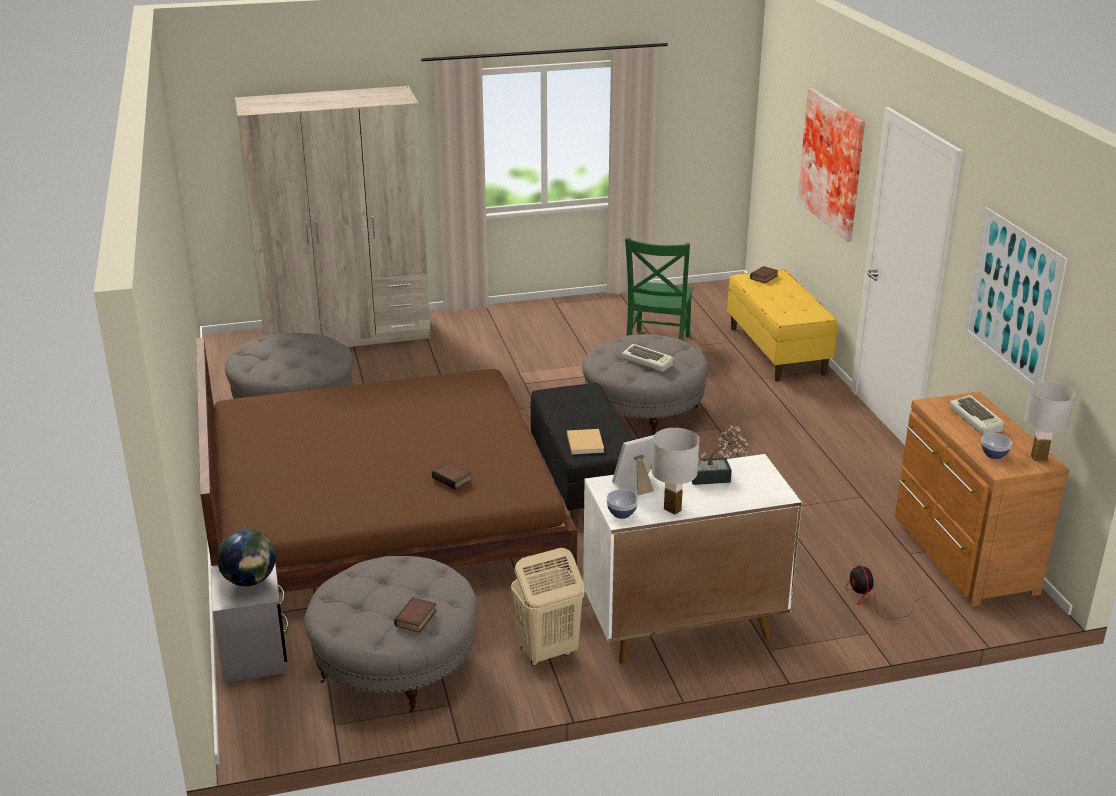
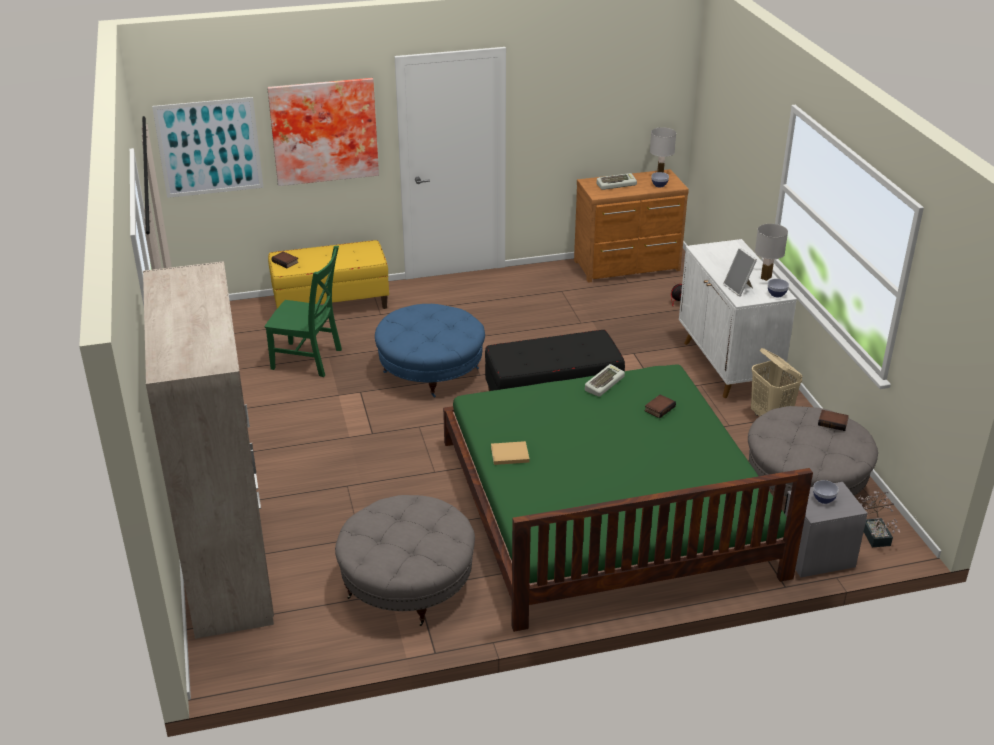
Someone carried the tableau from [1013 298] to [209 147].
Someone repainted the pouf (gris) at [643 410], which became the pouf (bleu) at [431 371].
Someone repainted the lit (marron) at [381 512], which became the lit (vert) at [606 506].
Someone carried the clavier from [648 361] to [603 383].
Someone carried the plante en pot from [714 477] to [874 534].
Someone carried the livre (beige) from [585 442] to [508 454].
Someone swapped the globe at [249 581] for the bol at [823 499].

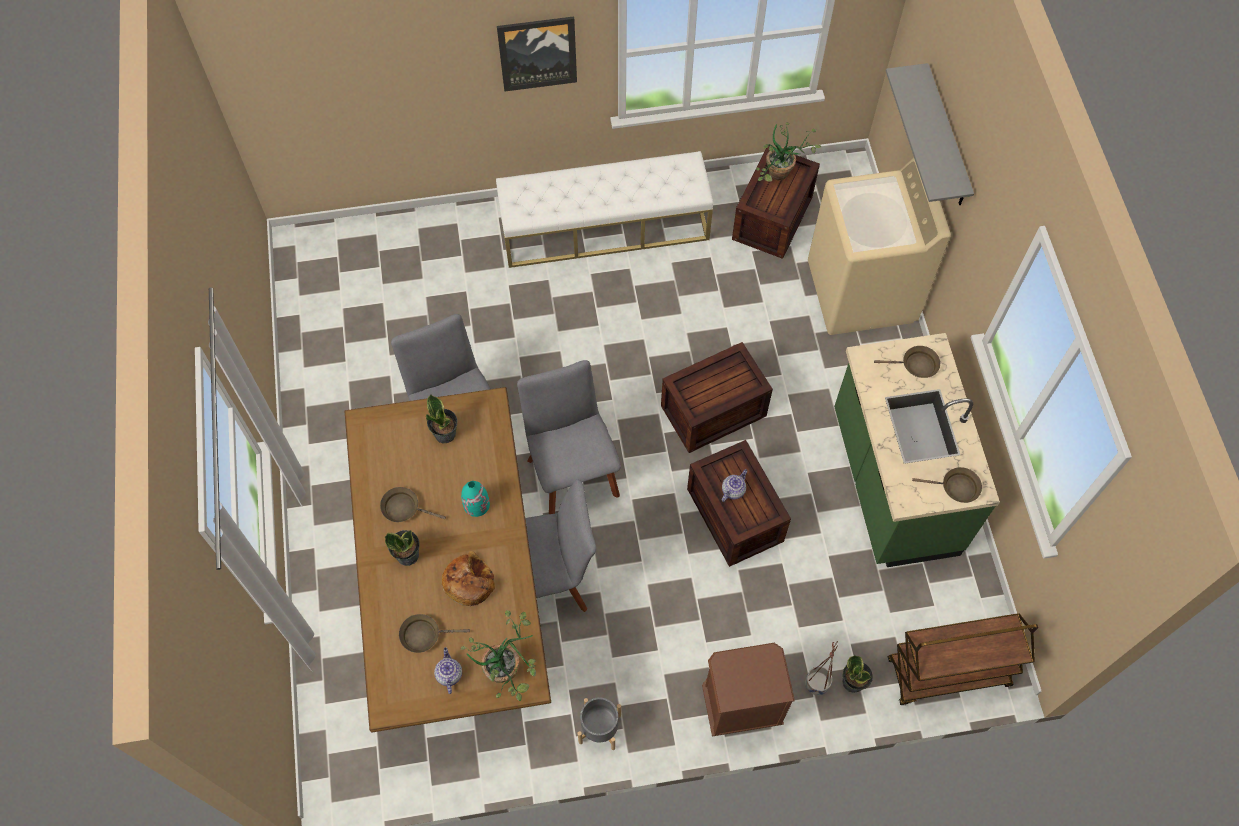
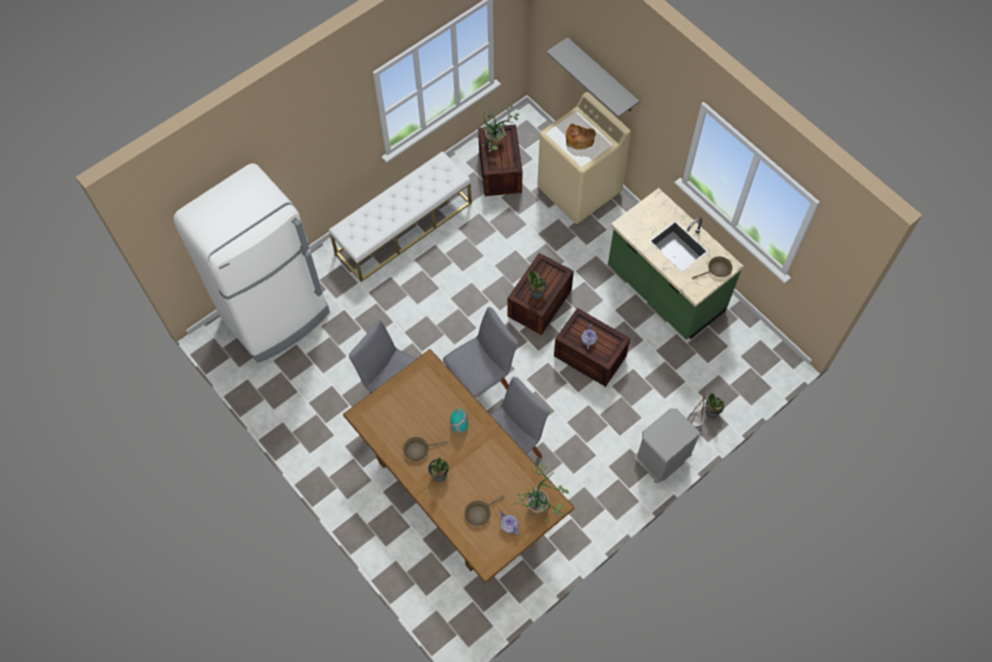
Someone took away the tableau at [537 53].
Someone took away the poêle (marron) at [916 365].
Someone rotated the chaise (gris) at [572 472] by 105 degrees clockwise.
Someone carried the plante en pot from [445 433] to [537 293].
Someone carried the pain from [469 582] to [579 139].
Someone took away the chariot (marron) at [947 673].
Someone repainted the table de chevet (marron) at [740 707], which became the table de chevet (gris) at [661 460].
Someone took away the cache-pot (gris) at [600 728].
Someone put down the réfrigérateur (blanc) at [277 316].

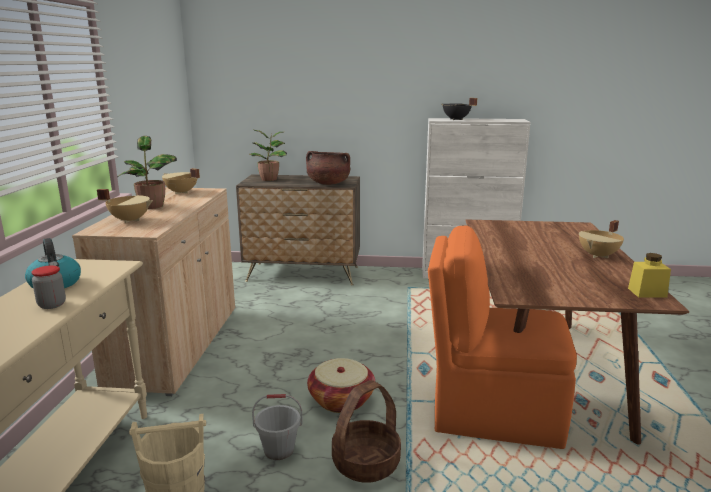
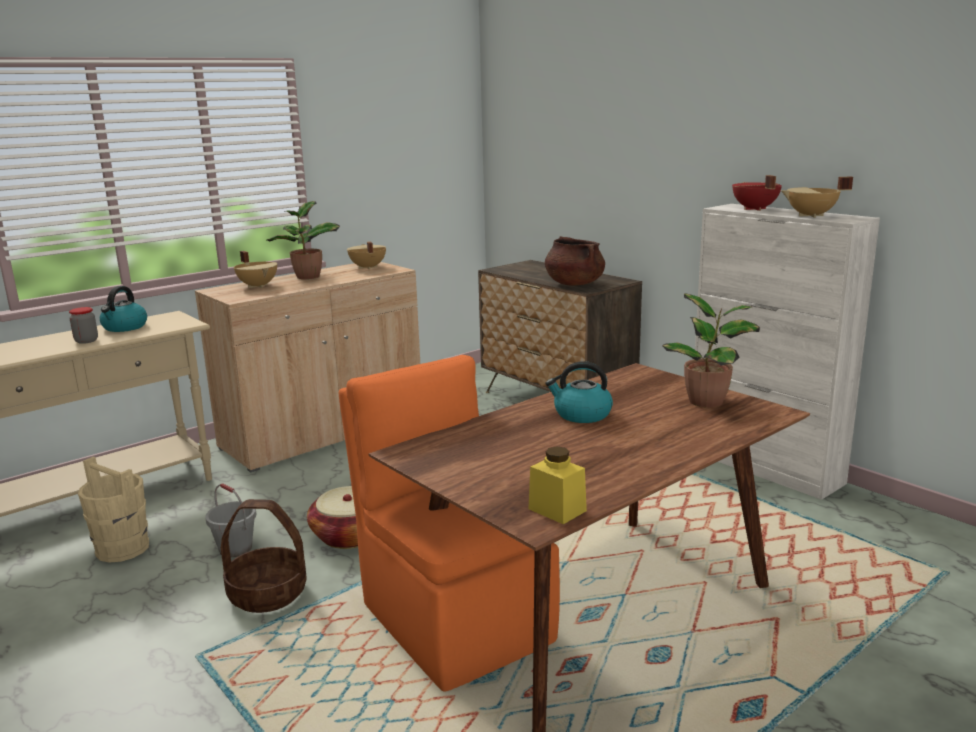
Someone repainted the marmite (noir) at [456 119], which became the marmite (rouge) at [754 209].
Someone carried the plante en pot from [270 179] to [708 401].
Someone carried the marmite (beige) from [599 255] to [811 216].
Someone put down the bouilloire at [581 414].

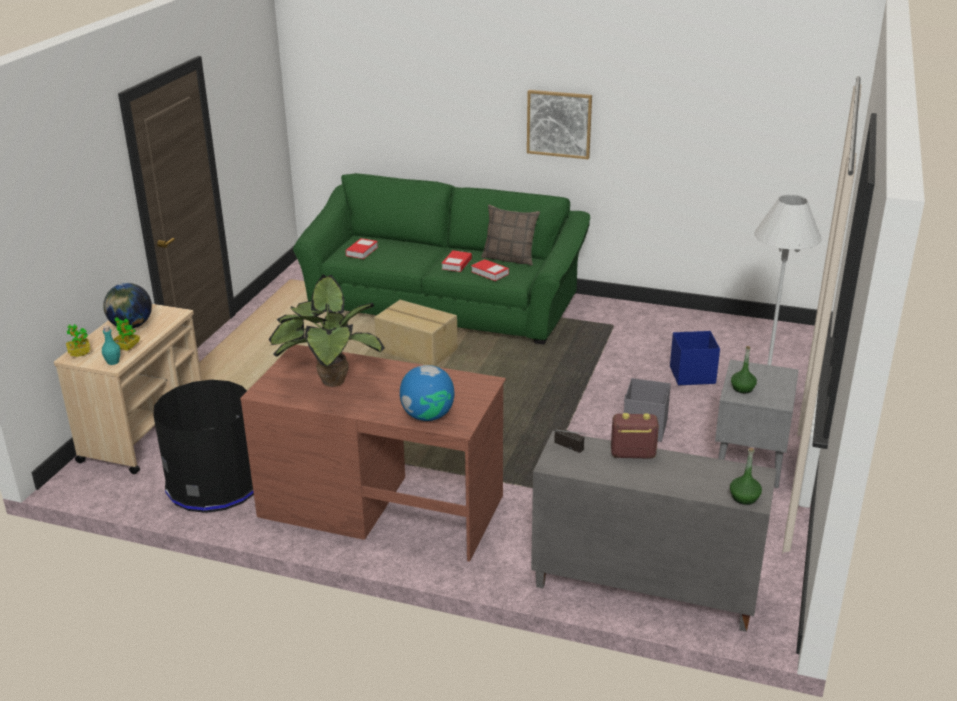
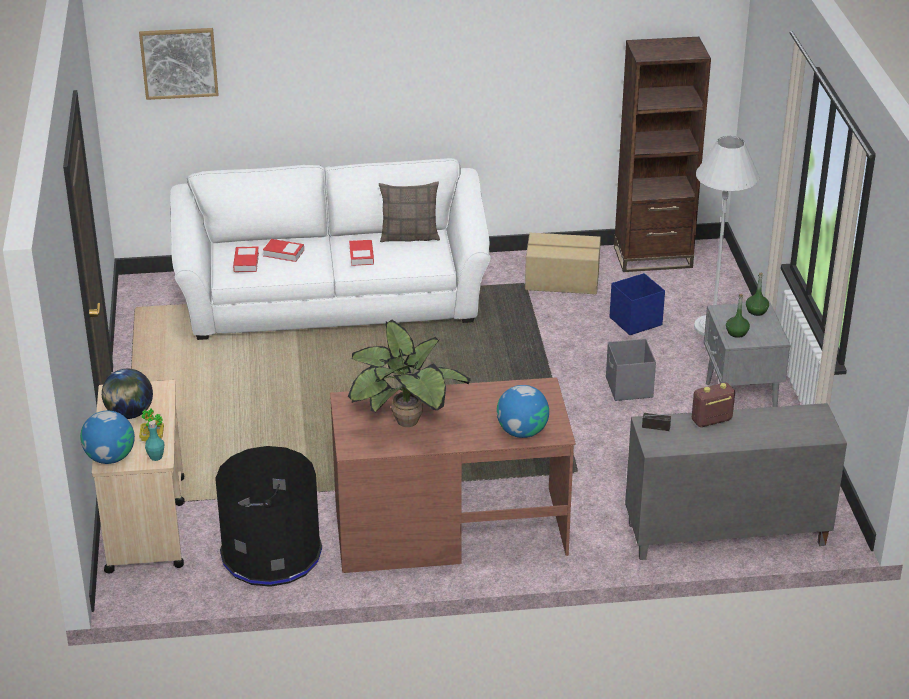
Someone carried the tableau from [559 124] to [179 63].
Someone repainted the canapé (vert) at [443 304], which became the canapé (blanc) at [333 299].
Someone carried the livre from [490 273] to [283 253].
Someone carried the carton from [416 350] to [562 280].
Someone swapped the plante en pot at [79 353] for the globe at [110 457].
Someone carried the bouteille (vert) from [744 498] to [756 311].
Someone put down the bibliothèque (marron) at [653 257].

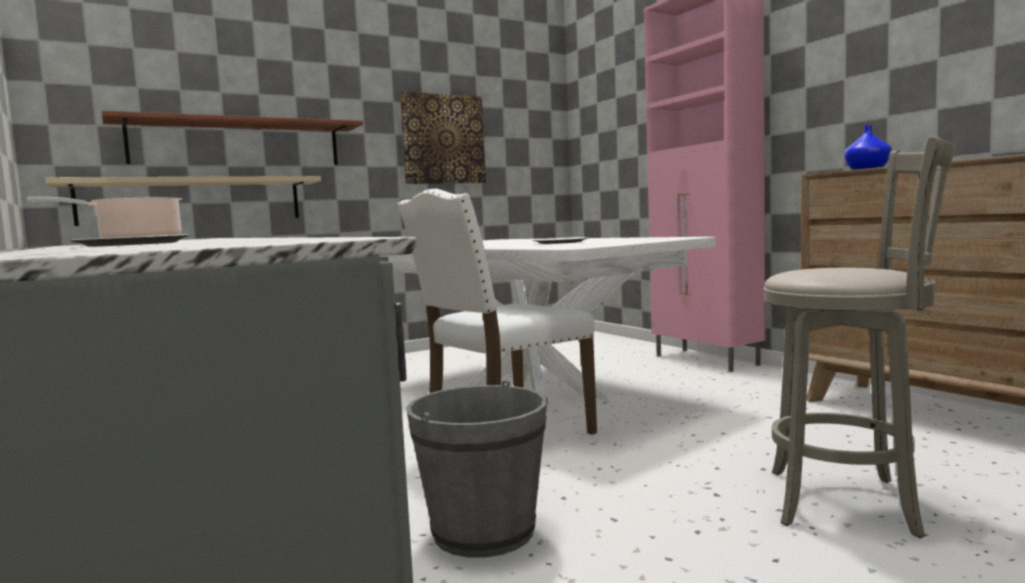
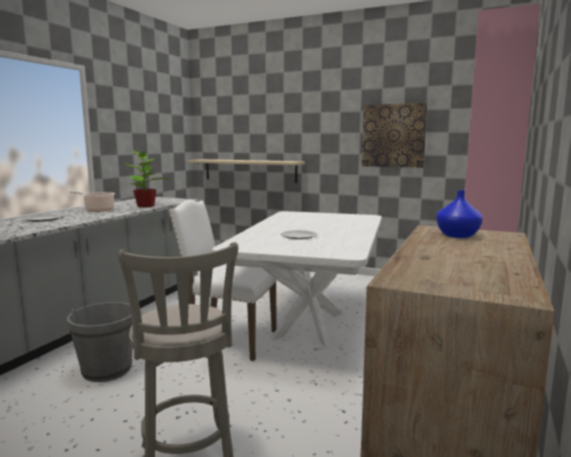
Someone took away the étagère at [238 144].
Someone put down the plante en pot at [146 206].

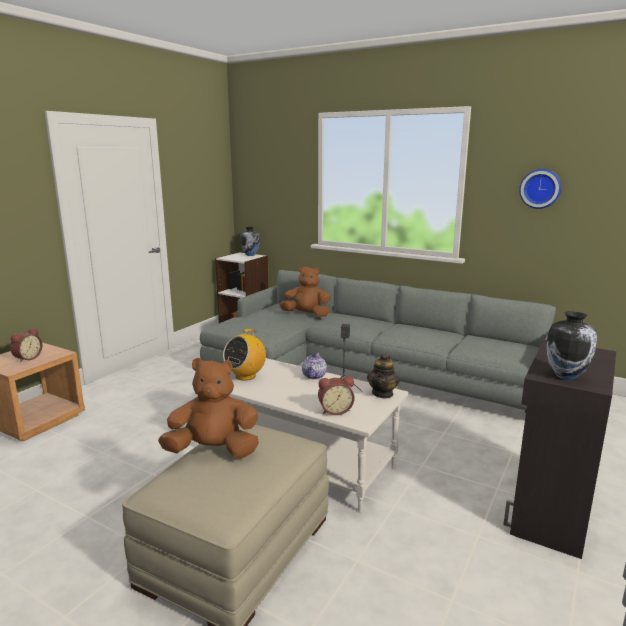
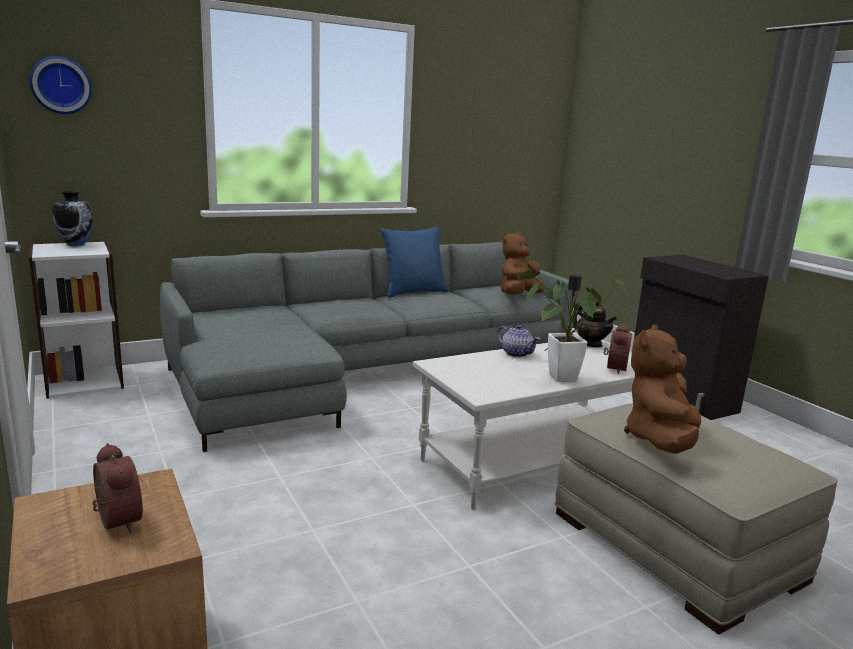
Someone carried the horloge murale from [540 188] to [61 85].
Someone carried the peluche (marron) from [306 315] to [518 295].
Someone took away the vase at [566 375].
Someone took away the radio at [245 376].
Someone put down the coussin (bleu) at [413 292].
Someone put down the plante en pot at [556 378].

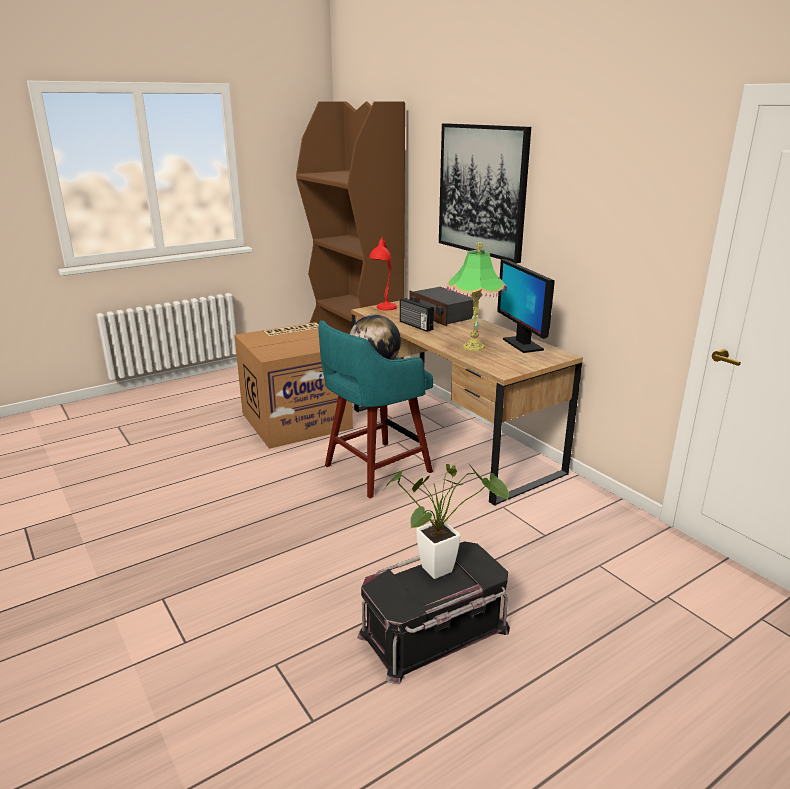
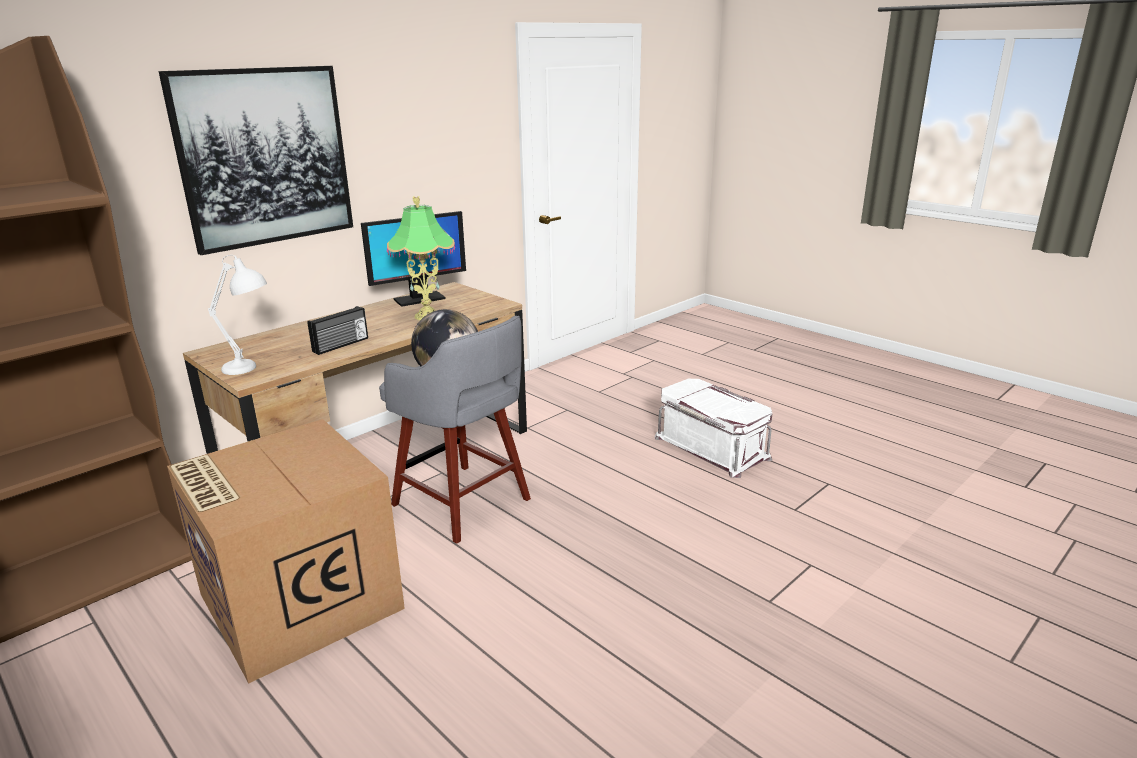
Someone repainted the lampe de table (rouge) at [383 309], which became the lampe de table (blanc) at [251 369].
Someone took away the radio at [441 315].
Someone repainted the tabouret (turquoise) at [375 470], which became the tabouret (gris) at [464 504].
Someone took away the plante en pot at [443 567].
Someone repainted the boîte de rangement (noir) at [435 633], which became the boîte de rangement (blanc) at [712 447].

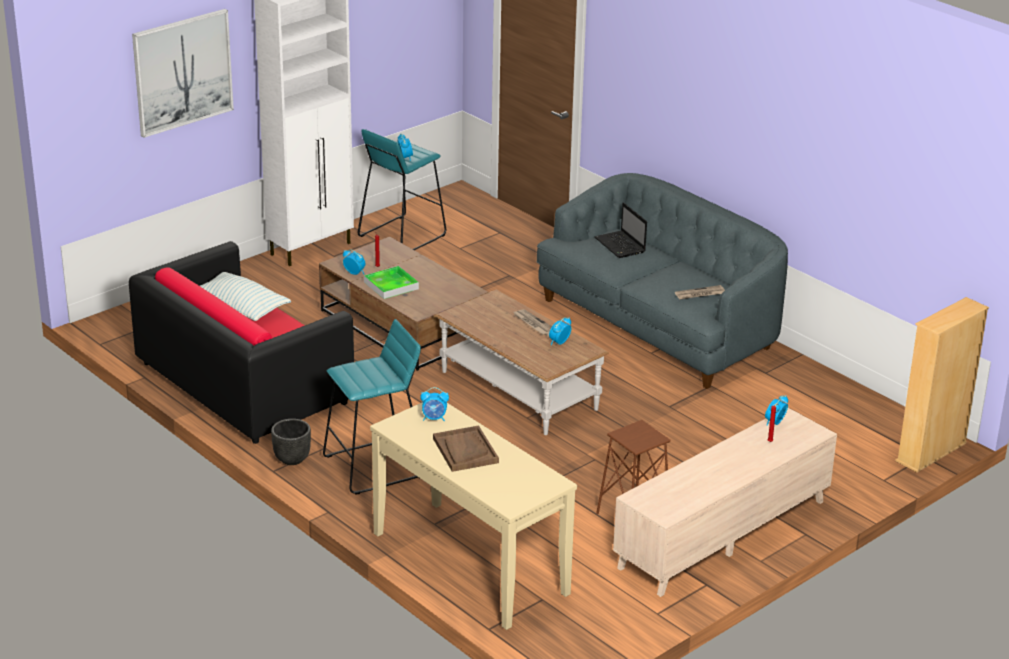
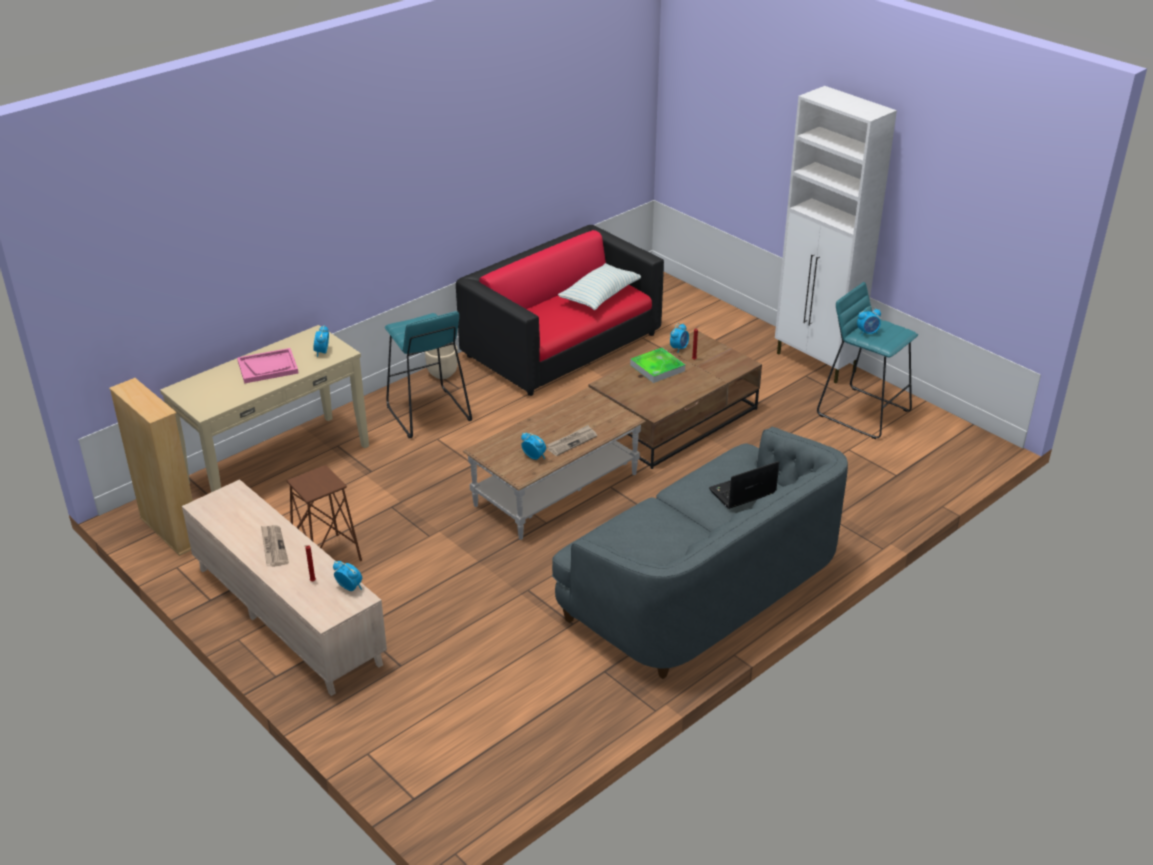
Someone took away the tableau at [182 72].
Someone carried the journal from [700 294] to [273 547].
Someone carried the bibliothèque (beige) from [931 452] to [171 531].
Someone repainted the cache-pot (noir) at [291 459], which became the cache-pot (beige) at [442 374].
Someone repainted the plateau (marron) at [465 450], which became the plateau (rose) at [268 367].

